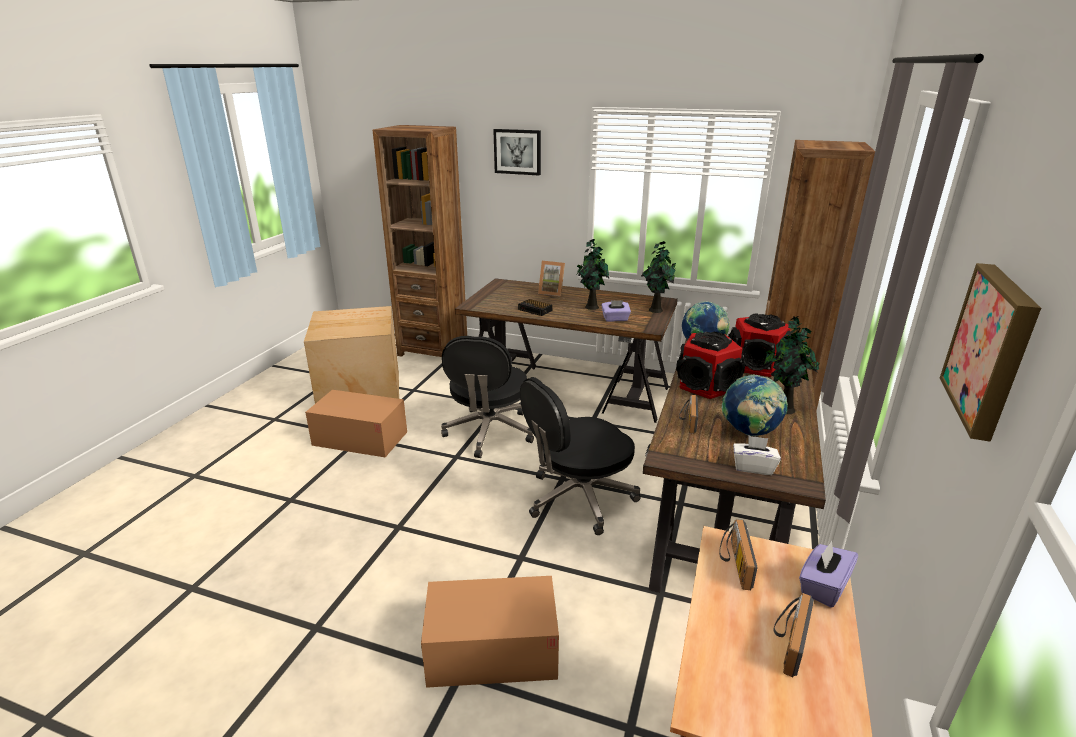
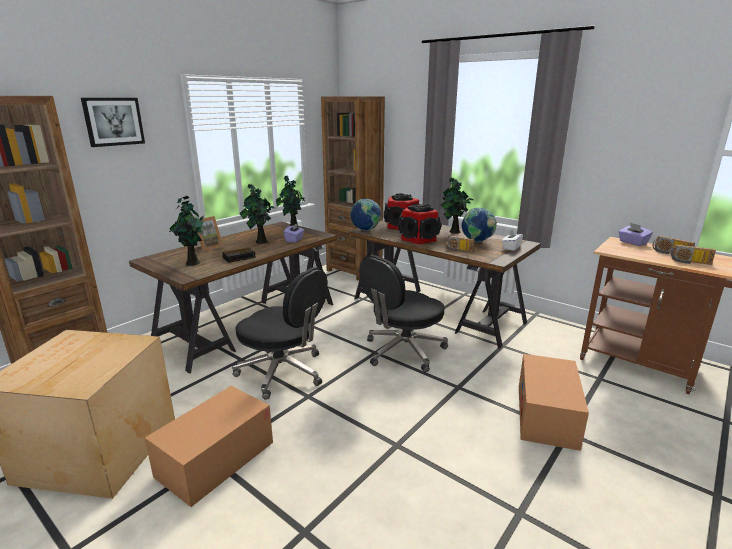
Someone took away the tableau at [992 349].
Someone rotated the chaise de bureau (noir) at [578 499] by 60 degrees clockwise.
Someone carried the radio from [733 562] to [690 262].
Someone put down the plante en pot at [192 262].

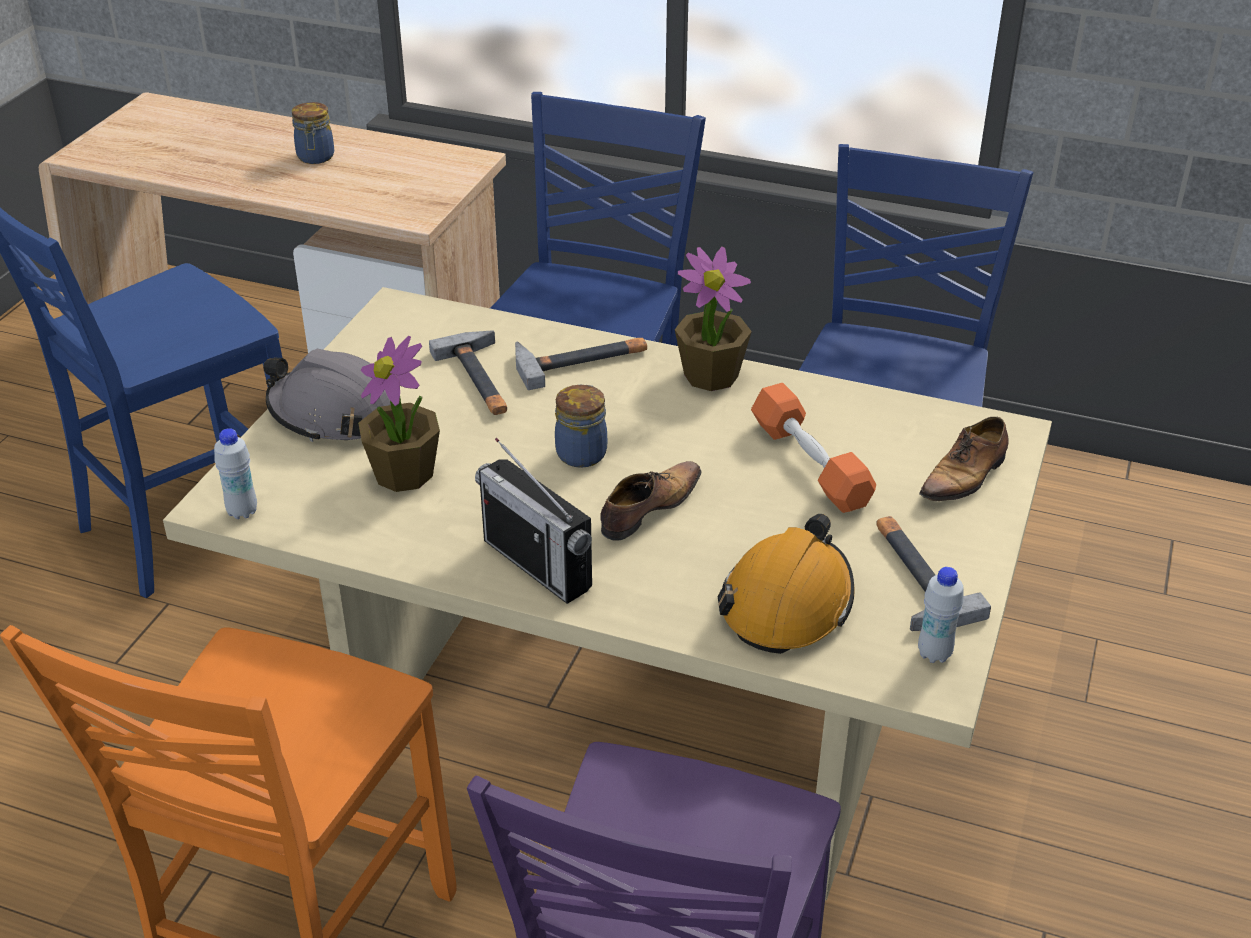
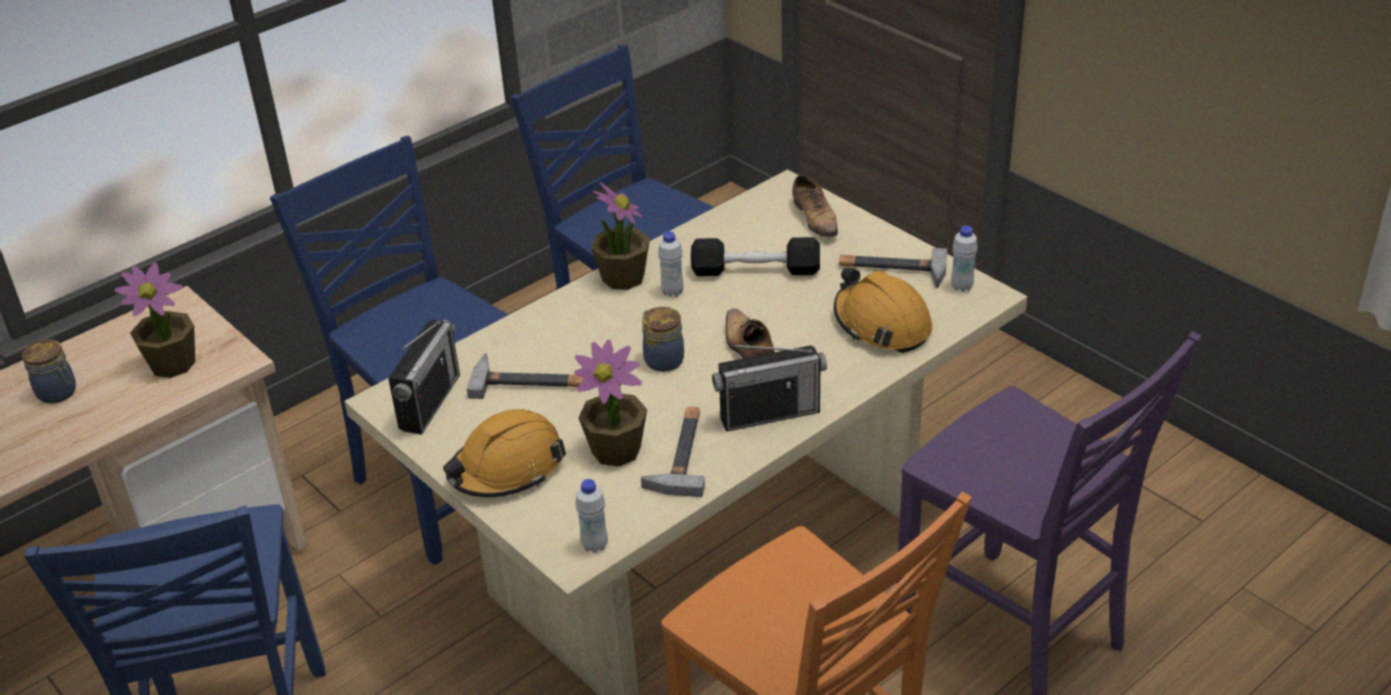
Someone carried the marteau from [581 360] to [680 453].
Someone repainted the casque de chantier (gris) at [334 414], which became the casque de chantier (orange) at [507 468].
Someone repainted the haltère (orange) at [810 464], which became the haltère (noir) at [755 270].
Someone put down the bouteille (blanc) at [672 292].
Someone put down the plante en pot at [173 364].
Someone put down the radio at [430 402].

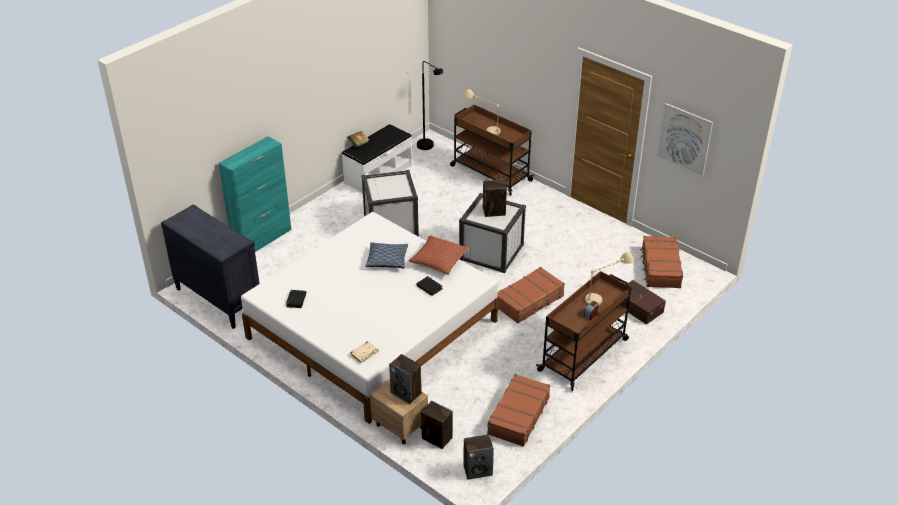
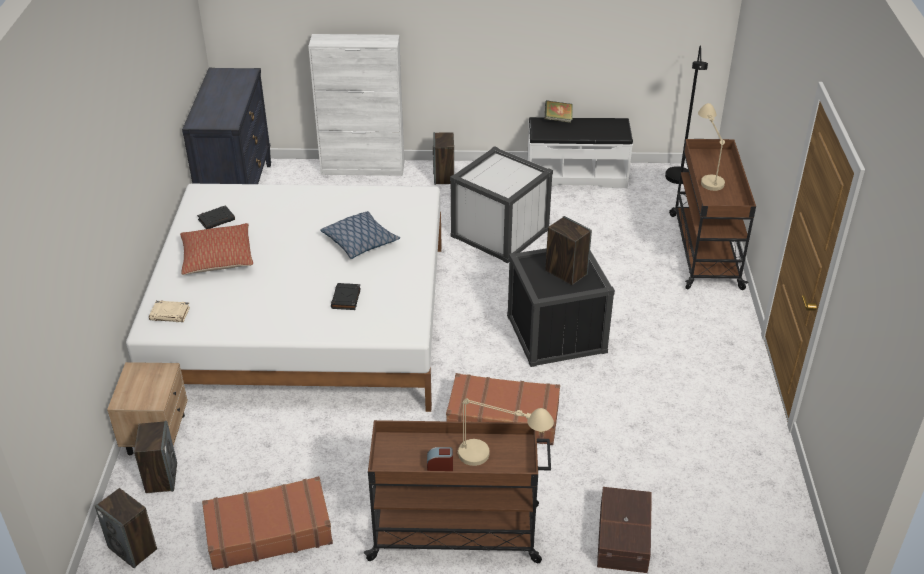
Someone took away the tableau at [684 139].
Someone repainted the meuble de rangement (turquoise) at [262 239], which became the meuble de rangement (blanc) at [363 168].
Someone repainted the boîte de rangement (blanc) at [491 252], which became the boîte de rangement (noir) at [556 334].
Someone carried the coussin from [439 261] to [217 258].
Someone took away the valise (marron) at [660 268].
Someone carried the enceinte from [406 393] to [444 177].

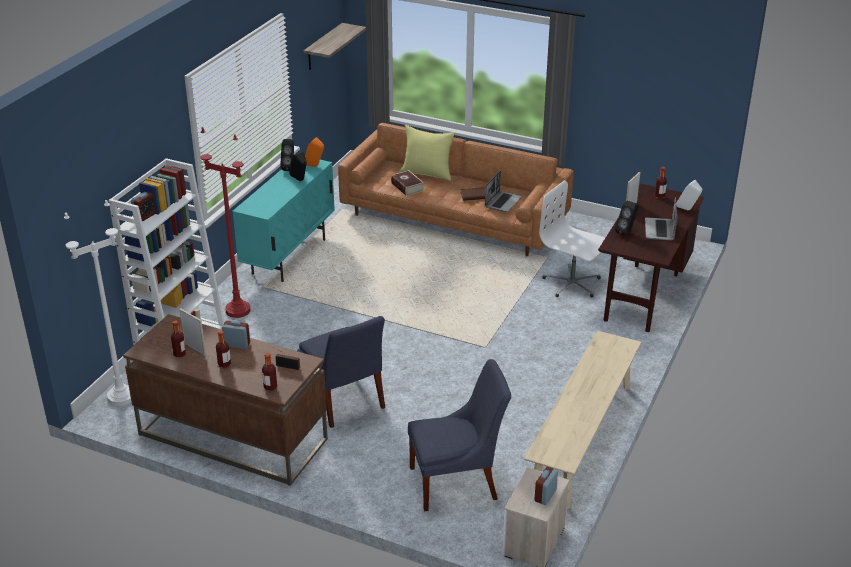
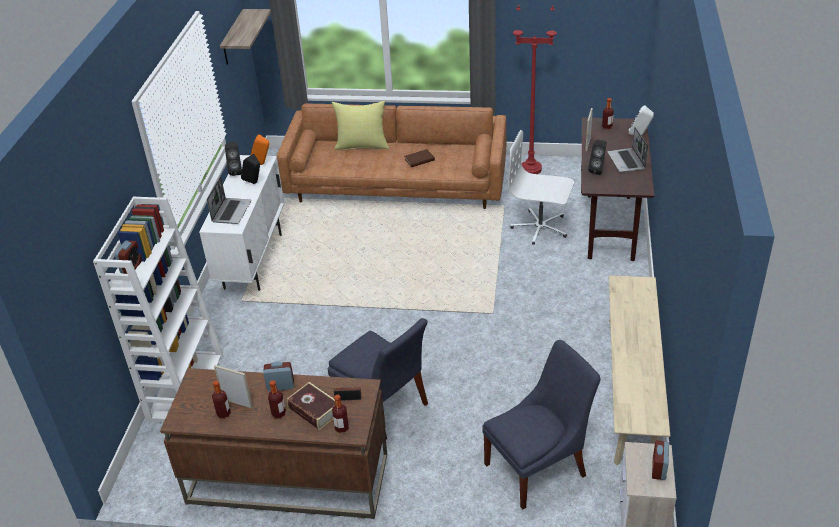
Someone carried the lampadaire (rouge) from [238 310] to [531 169].
Someone repainted the meuble de rangement (turquoise) at [289 256], which became the meuble de rangement (blanc) at [253 261].
Someone carried the livre from [407 187] to [314 410].
Someone carried the ordinateur portable from [502 202] to [231 211].
Someone took away the lampadaire (blanc) at [121 397].

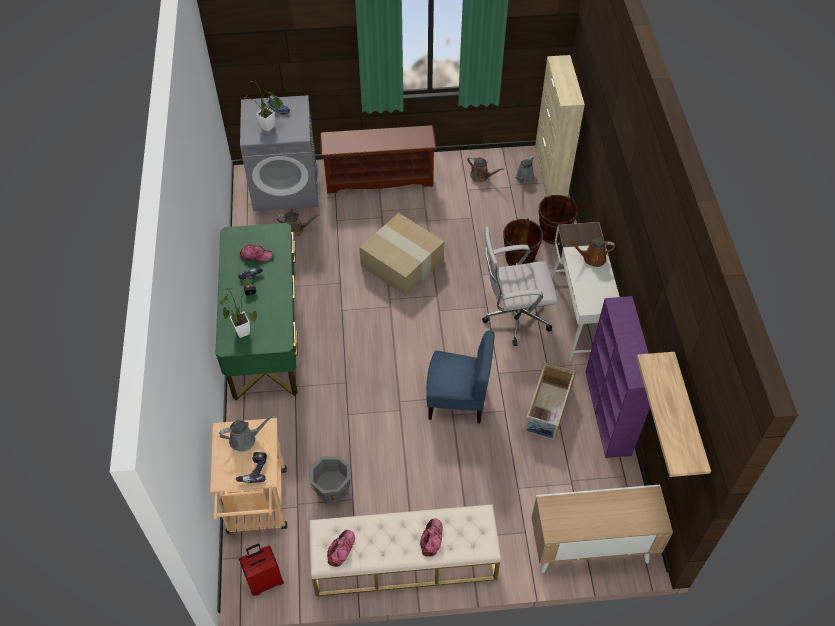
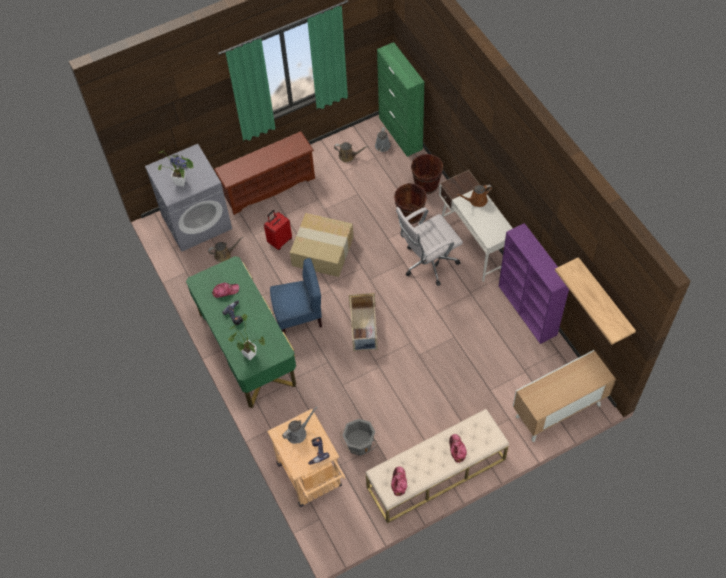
Someone repainted the meuble de rangement (beige) at [550 172], which became the meuble de rangement (vert) at [400 133].
Someone carried the chaise (bleu) from [457 400] to [299 317].
Someone carried the boîte de rangement (beige) from [547 410] to [364 328].
Someone carried the valise (rouge) from [265 580] to [279 241].

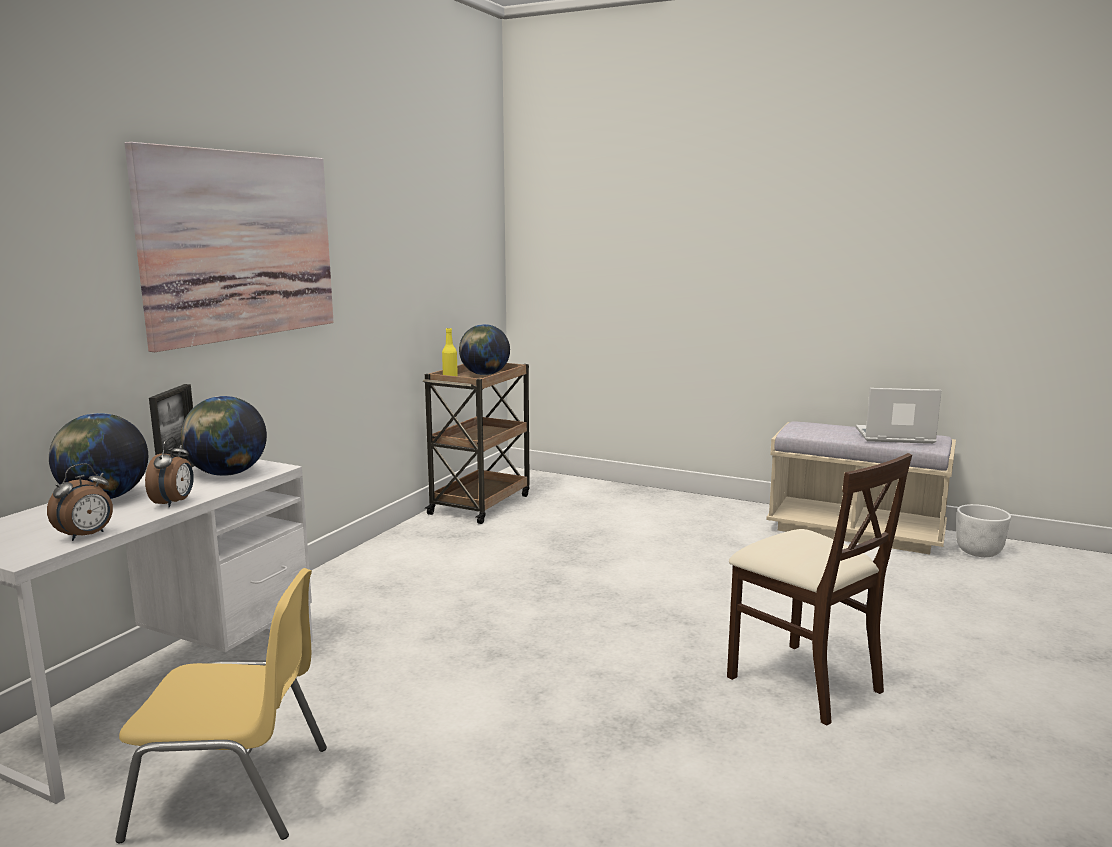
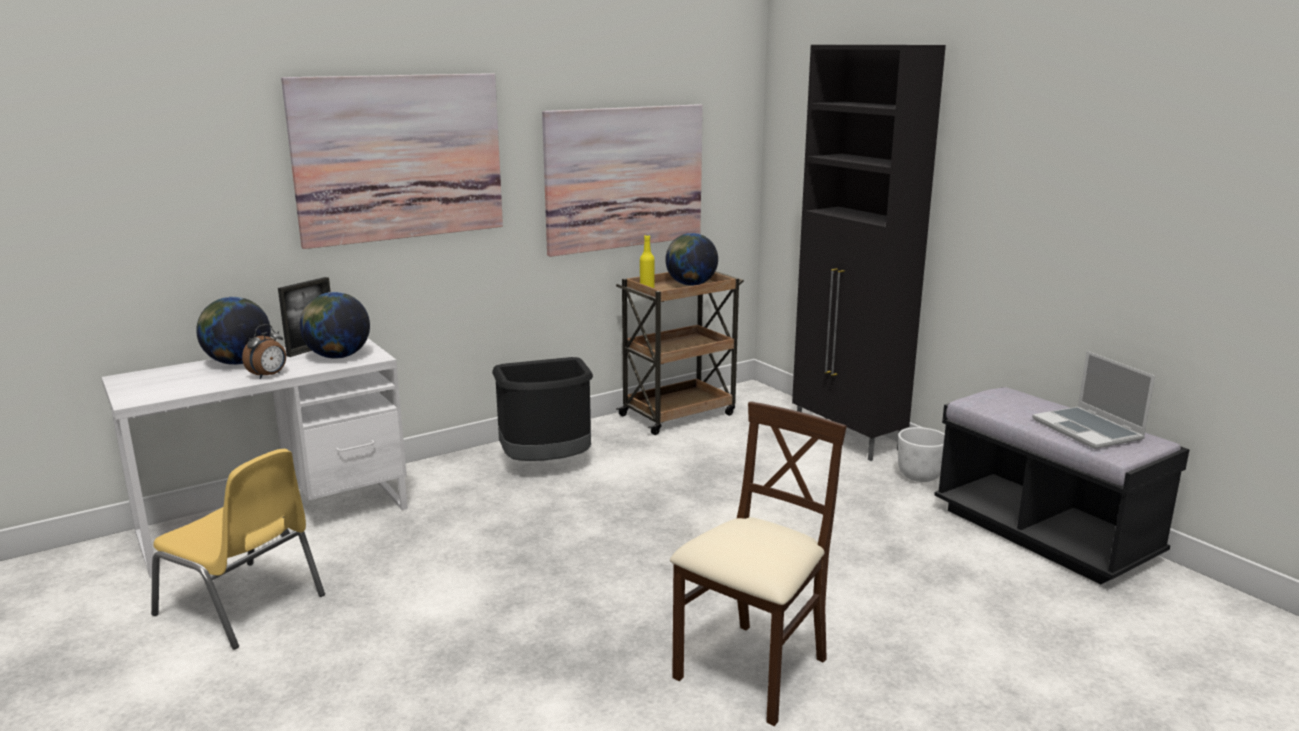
Someone rotated the ordinateur portable at [893 436] by 150 degrees counterclockwise.
Someone repainted the banc (beige) at [855 531], which became the banc (noir) at [1043 533].
Someone rotated the chaise (beige) at [803 681] by 135 degrees counterclockwise.
Someone took away the réveil at [87 536].
Someone carried the cache-pot (blanc) from [978 552] to [920 476].
Someone put down the meuble de rangement (noir) at [847 438].
Someone put up the tableau at [624 177].
Someone put down the poubelle (noir) at [547 465].

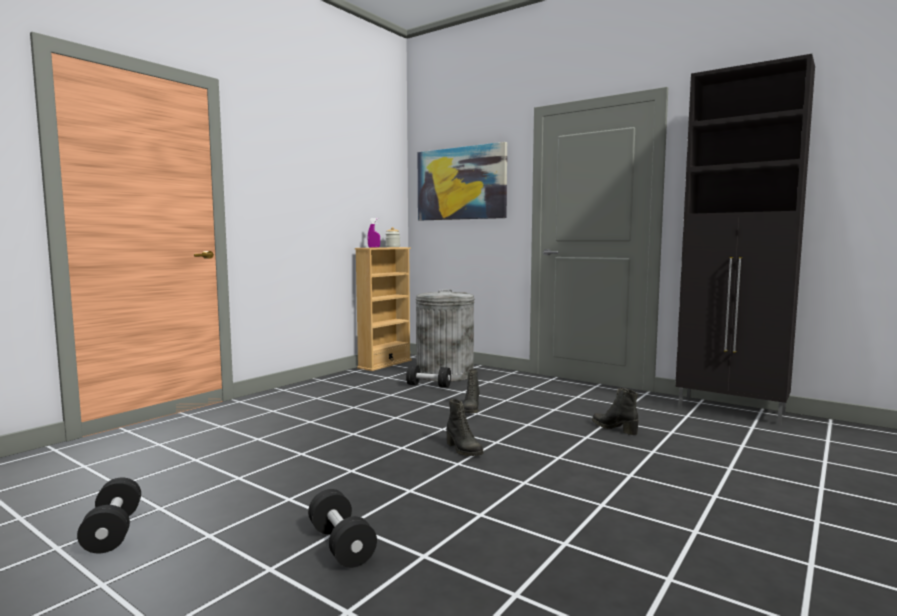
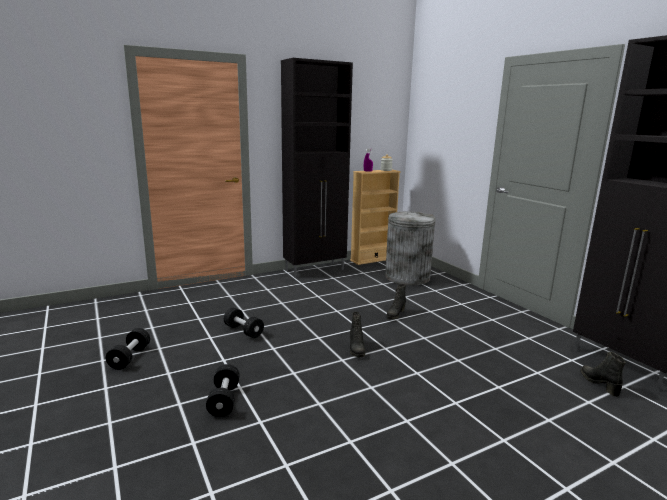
Someone took away the tableau at [461 183].
Someone carried the haltère (noir) from [428 386] to [243 331].
Someone carried the botte (noir) from [614 428] to [599 384].
Someone put down the meuble de rangement (noir) at [315 270].

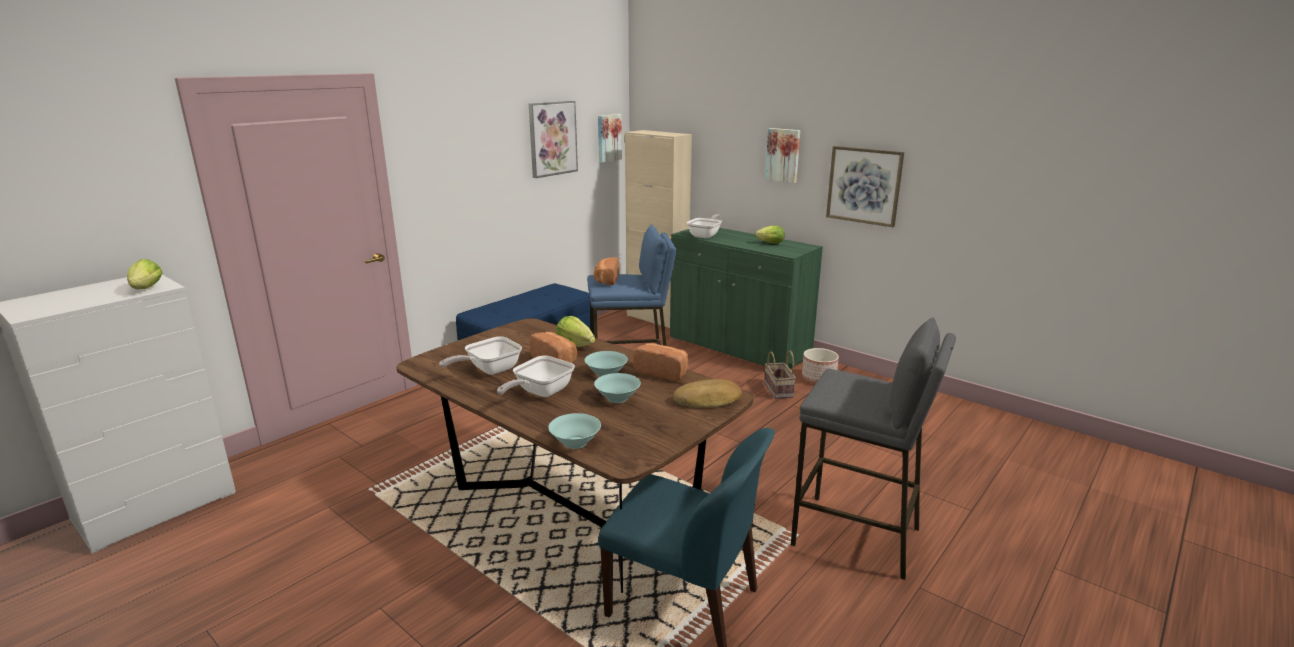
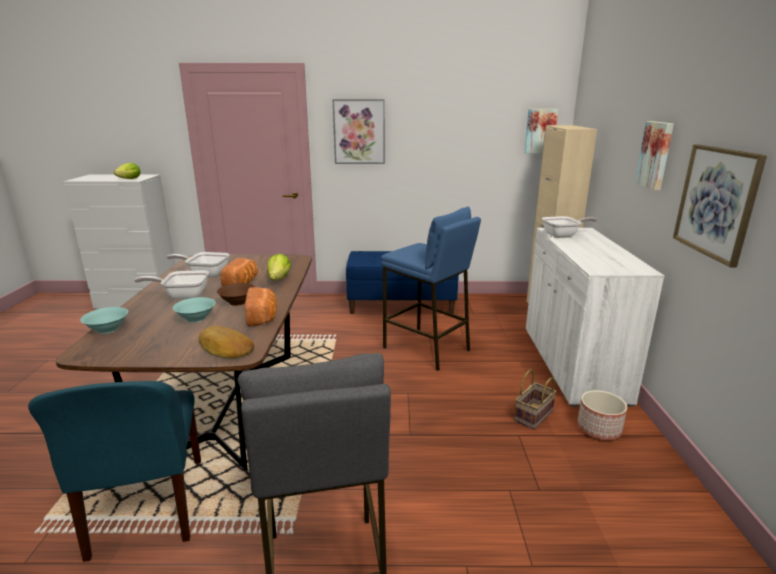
Someone carried the tableau from [552 138] to [359 132].
Someone took away the laitue at [769 243].
Someone repainted the meuble de rangement (vert) at [738 347], which became the meuble de rangement (blanc) at [572 363].
Someone took away the pain at [606 280].
Someone repainted the bol (turquoise) at [605 374], which became the bol (marron) at [237 302].

